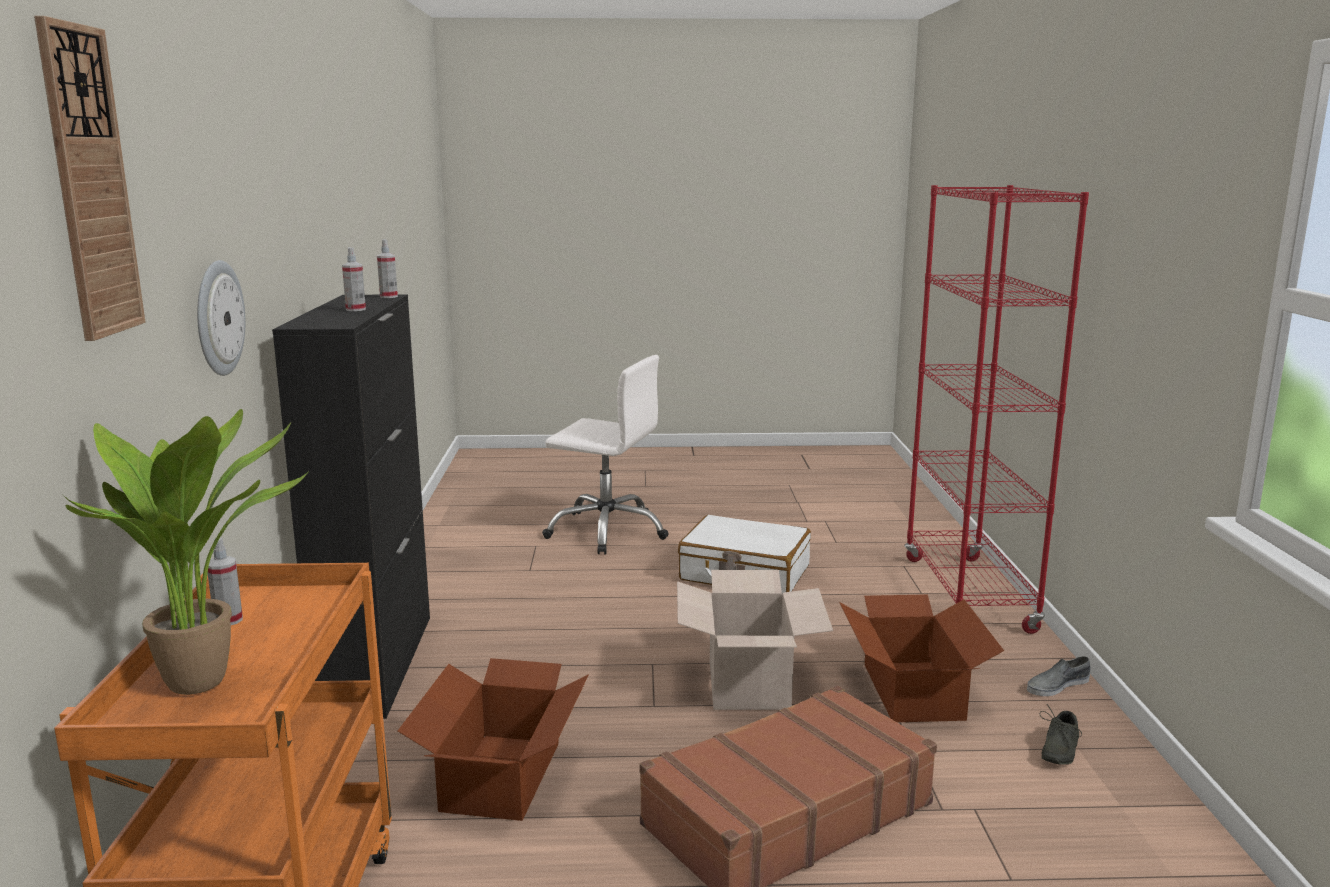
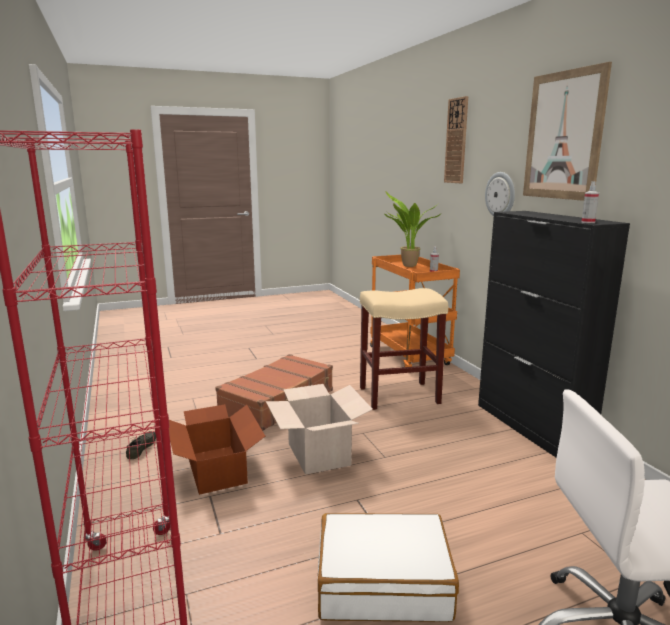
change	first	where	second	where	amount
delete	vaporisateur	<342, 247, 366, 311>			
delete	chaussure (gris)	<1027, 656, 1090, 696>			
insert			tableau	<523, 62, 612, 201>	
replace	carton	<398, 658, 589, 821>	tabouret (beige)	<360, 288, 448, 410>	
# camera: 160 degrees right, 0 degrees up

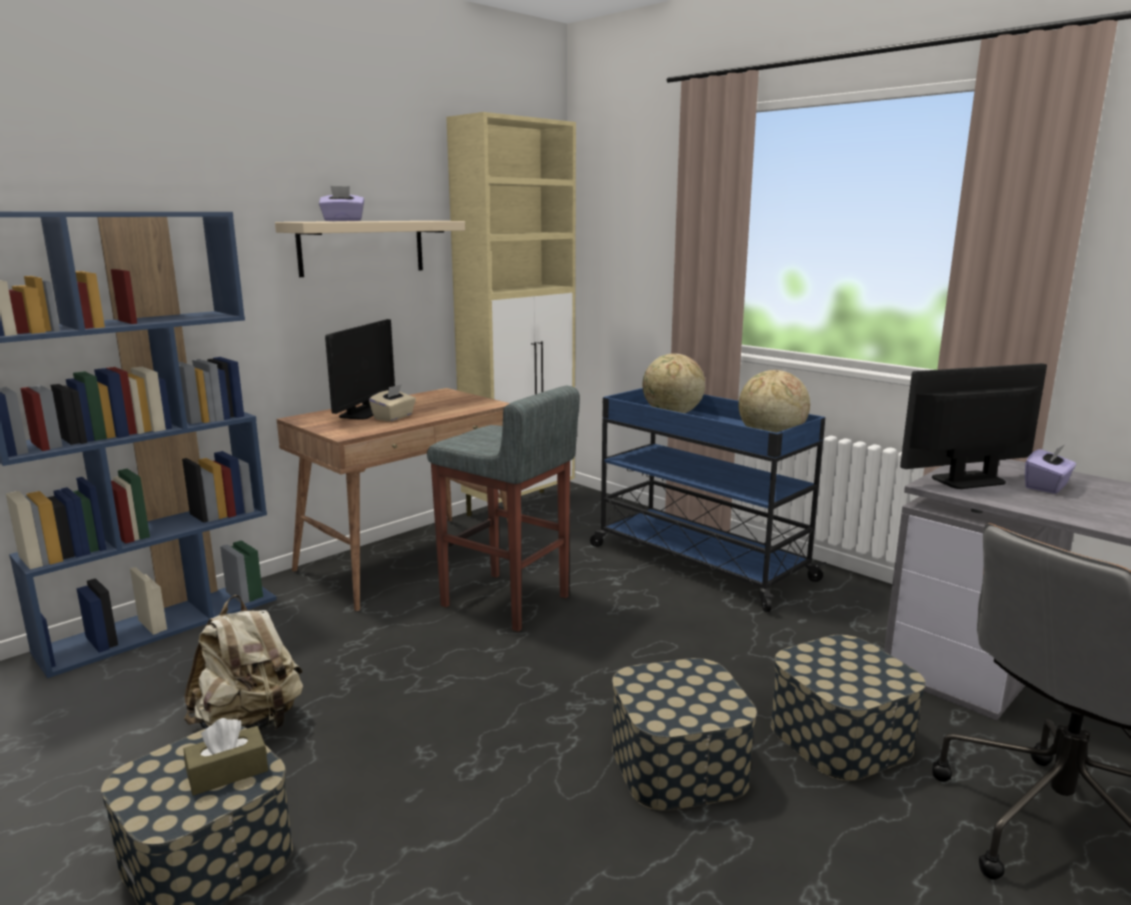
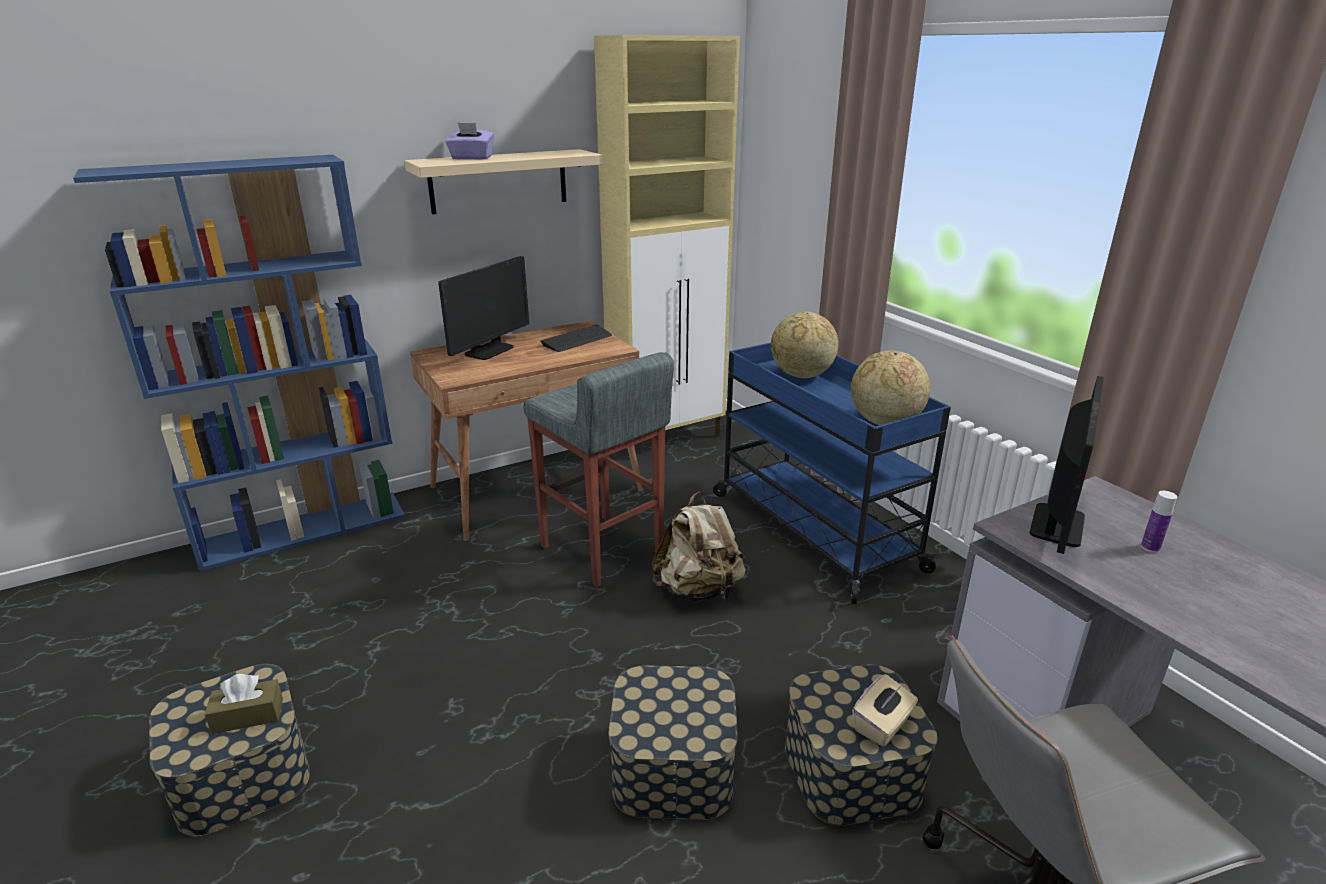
change	first	where	second	where	amount
insert			clavier	<541, 324, 612, 352>	
move	sac à dos (beige)	<184, 595, 303, 731>		<652, 492, 746, 601>	
move	boîte à mouchoirs (beige)	<369, 384, 416, 422>		<852, 674, 918, 747>	
replace	boîte à mouchoirs (violet)	<1025, 445, 1077, 494>	bouteille	<1141, 491, 1177, 553>	
rotate	écran d'ordinateur	<900, 363, 1047, 489>		<1030, 376, 1104, 554>	120 degrees clockwise
# camera: 15 degrees right, 10 degrees up

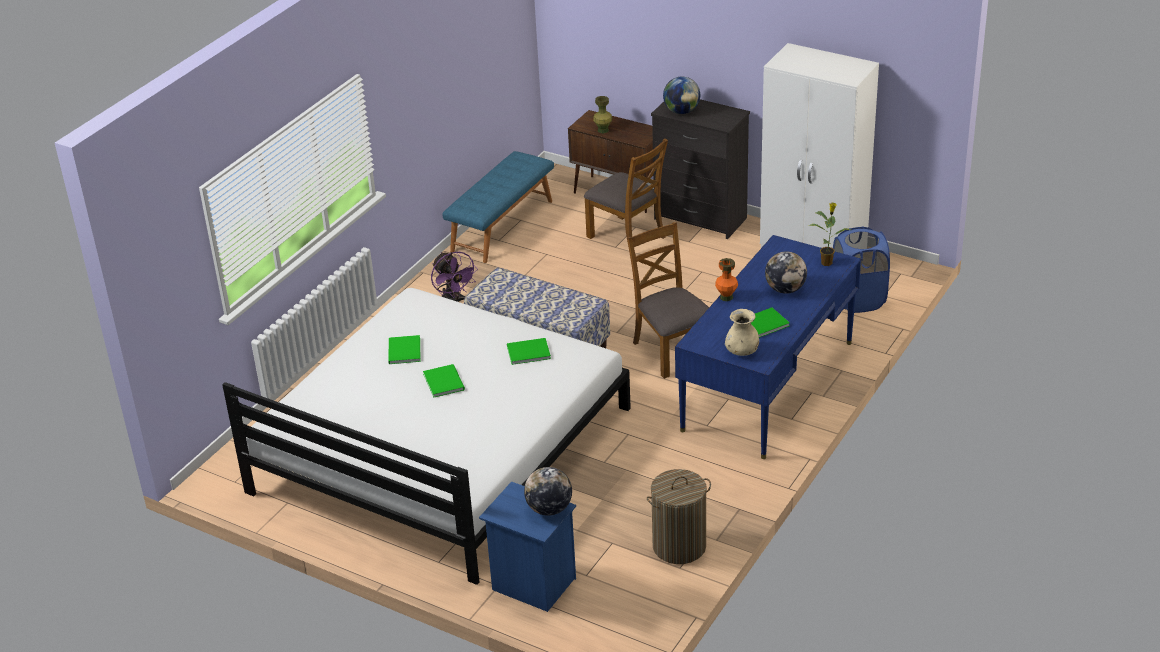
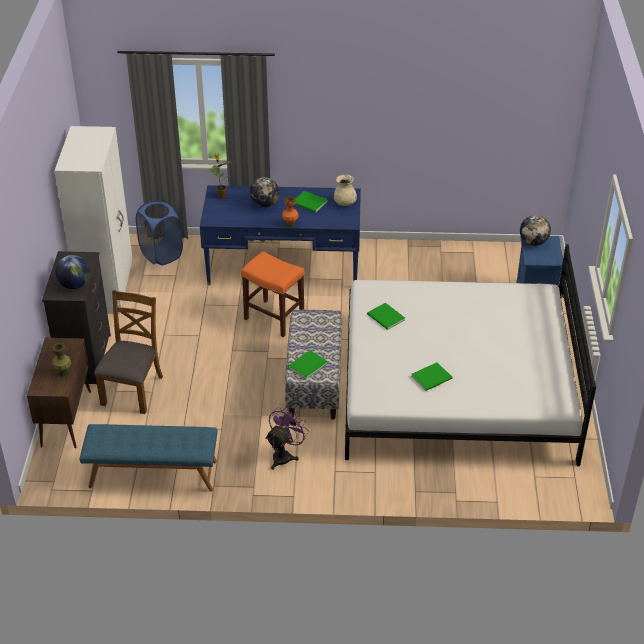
change	first	where	second	where	amount
delete	panier à linge	<647, 469, 711, 564>			
move	livre (vert)	<423, 364, 465, 398>		<288, 350, 328, 379>	
replace	chaise (marron)	<627, 222, 709, 379>	tabouret (orange)	<241, 251, 305, 337>	
# camera: 120 degrees left, 5 degrees up

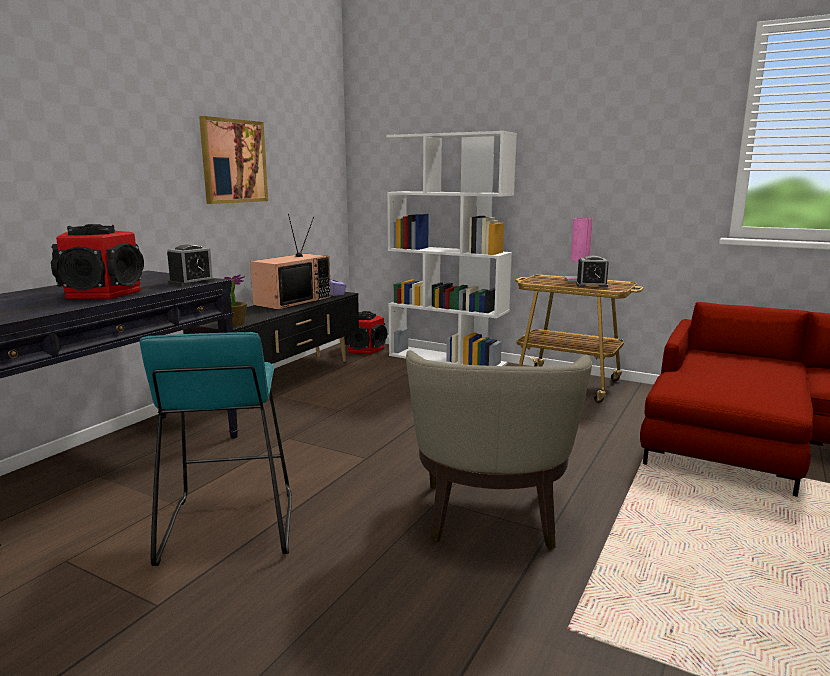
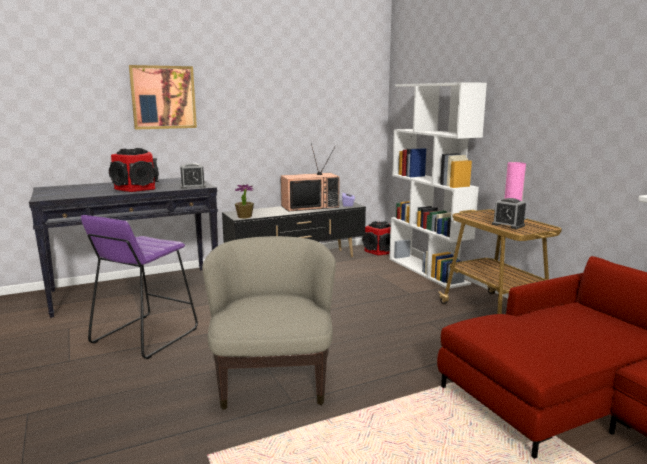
change	first	where	second	where	amount
move	tableau	<199, 116, 268, 204>		<129, 65, 197, 130>	
recolor	tabouret (turquoise)	<140, 332, 292, 566>	tabouret (violet)	<81, 215, 198, 359>	
rotate	fauteuil (beige)	<406, 350, 592, 550>		<202, 236, 336, 410>	135 degrees clockwise
# camera: 35 degrees right, 0 degrees up

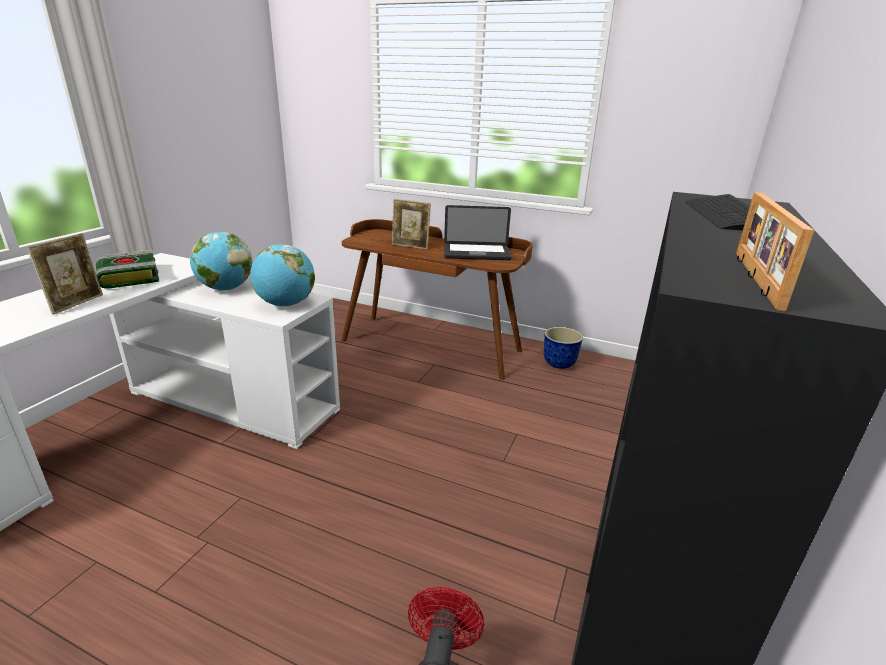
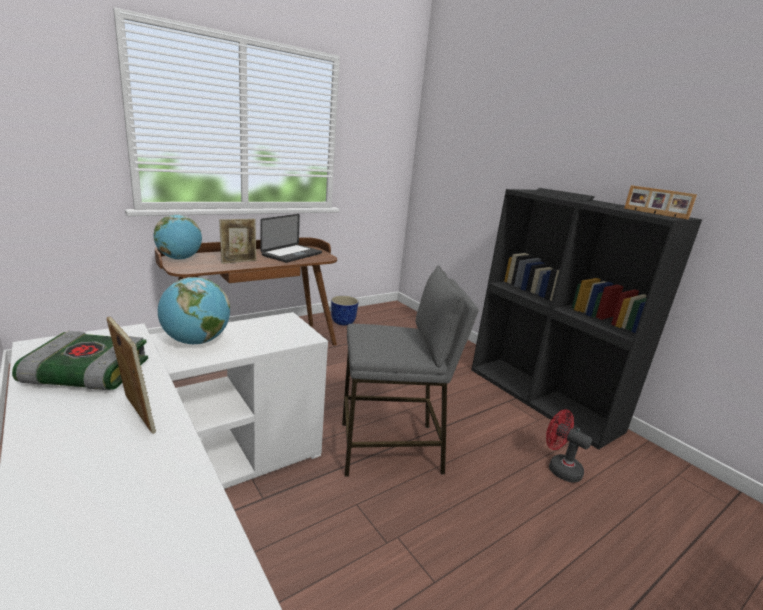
change	first	where	second	where	amount
insert			tabouret (gris)	<342, 266, 478, 477>	
move	globe	<250, 244, 315, 306>		<154, 215, 202, 260>	
# camera: 60 degrees left, 5 degrees down

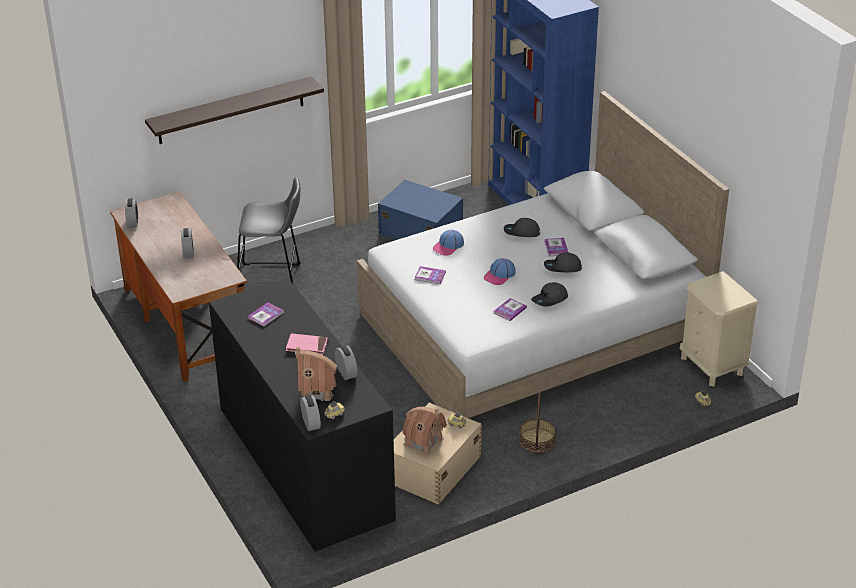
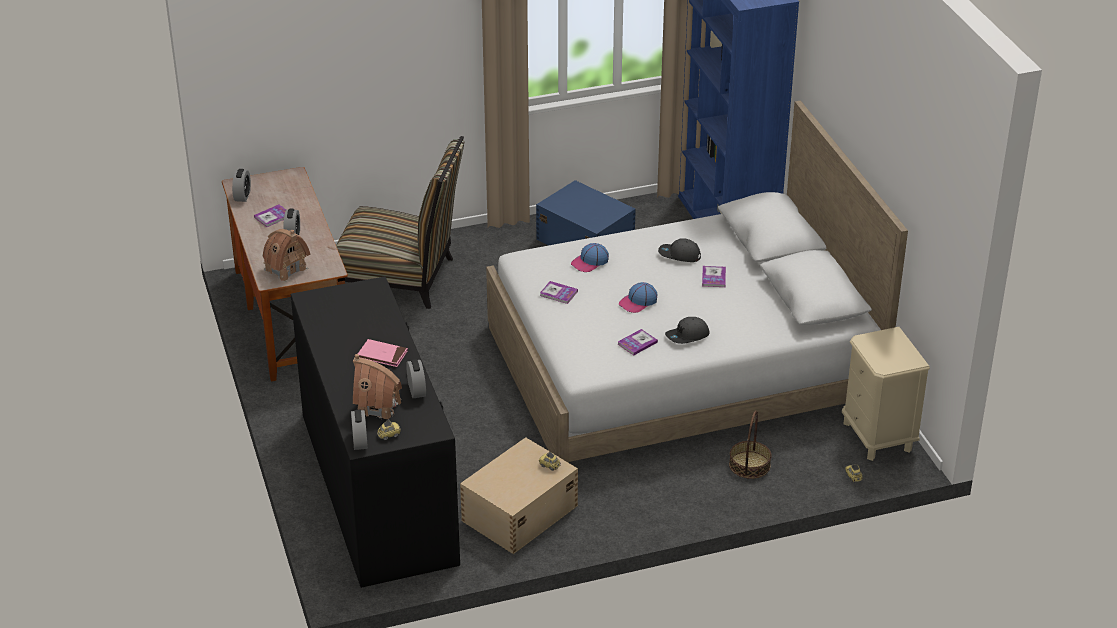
change	first	where	second	where	amount
delete	étagère	<145, 76, 324, 144>			
delete	casquette (gris)	<544, 252, 582, 273>			
move	livre	<248, 302, 284, 327>		<254, 205, 286, 227>	
move	maison miniature	<402, 407, 447, 455>		<263, 229, 310, 282>	
move	panier	<519, 392, 556, 453>		<729, 410, 772, 479>	
replace	tabouret (gris)	<237, 177, 301, 284>	chaise	<336, 136, 464, 309>	
# camera: 10 degrees right, 0 degrees up

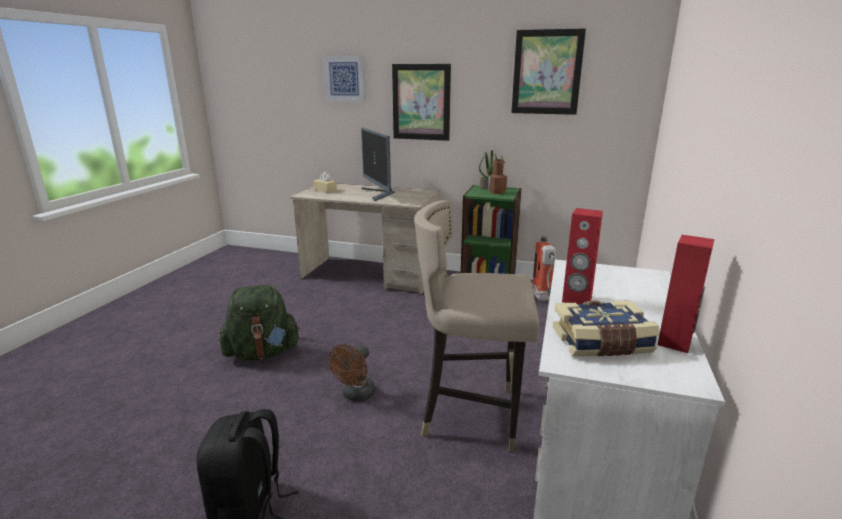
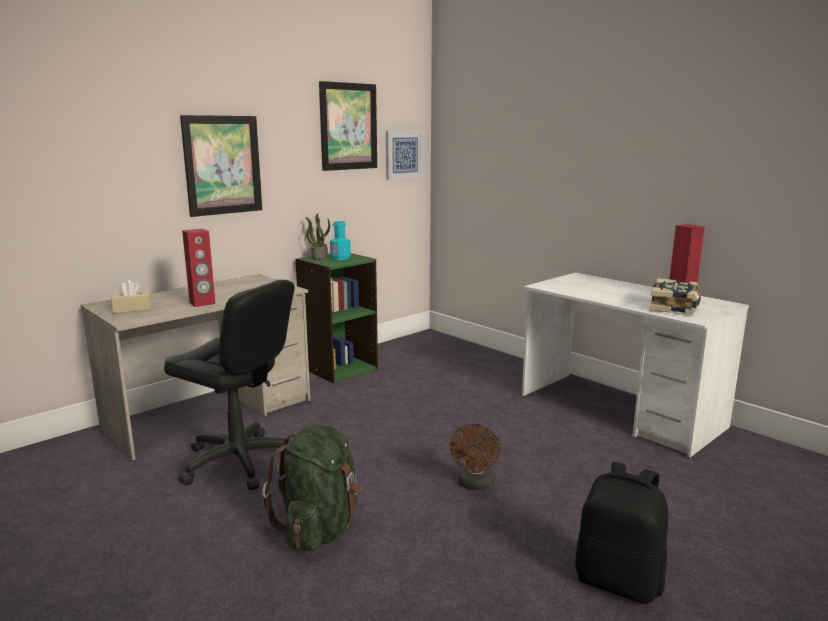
change	first	where	second	where	amount
delete	écran d'ordinateur	<361, 128, 395, 201>			
delete	tabouret (beige)	<414, 200, 540, 452>			
delete	extincteur	<532, 235, 556, 301>			
insert			chaise de bureau (noir)	<164, 280, 295, 490>	
move	tableau	<323, 55, 365, 101>		<386, 131, 423, 180>	
move	enceinte (rouge)	<562, 208, 603, 304>		<182, 229, 215, 307>	
recolor	bouteille (marron)	<488, 159, 507, 194>	bouteille (turquoise)	<330, 221, 351, 260>	
rotate	ventilateur (marron)	<328, 344, 375, 402>		<450, 424, 500, 491>	45 degrees clockwise
# camera: 60 degrees left, 5 degrees down

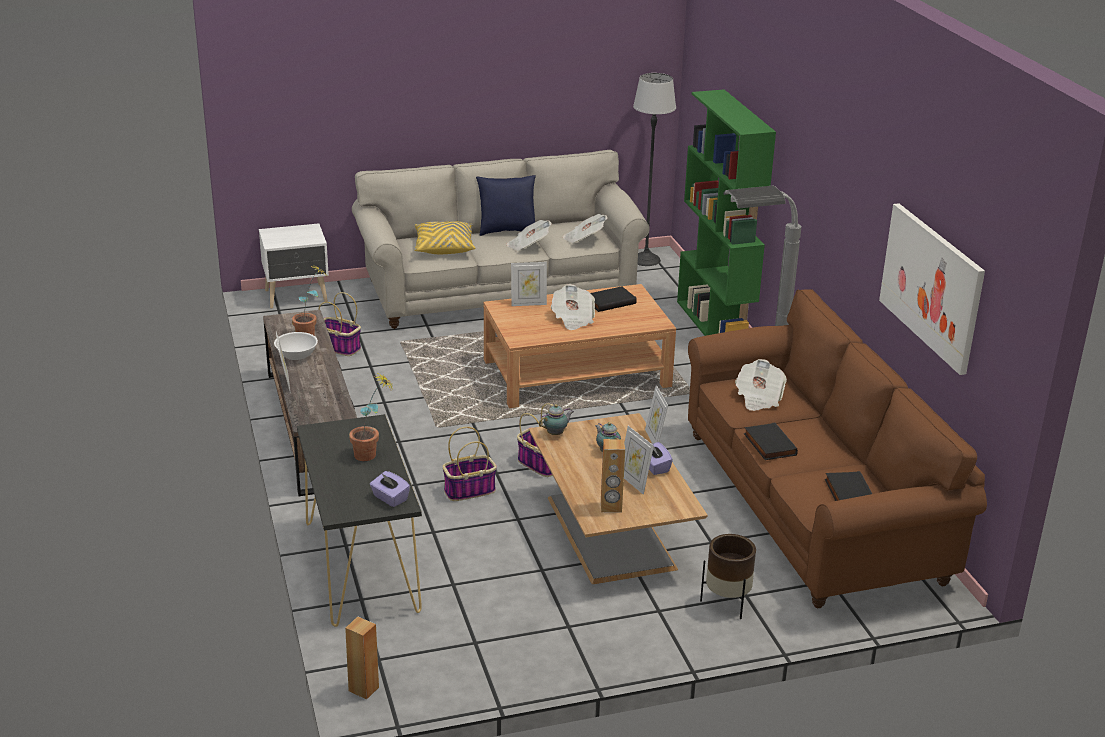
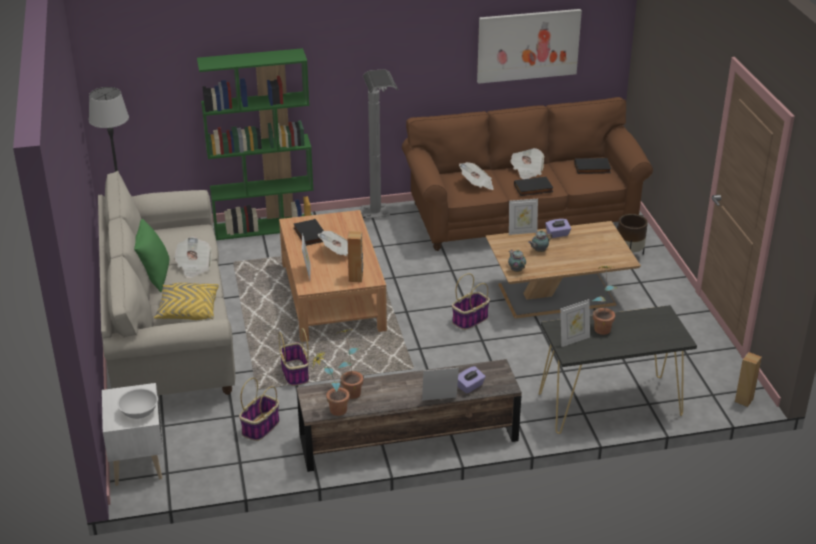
change	first	where	second	where	amount
insert			plante en pot	<311, 351, 350, 416>	
move	bol (blanc)	<274, 332, 318, 360>		<117, 388, 158, 419>	
move	boîte à mouchoirs (violet)	<370, 471, 410, 507>		<457, 366, 486, 394>	
move	panier	<443, 427, 497, 501>		<278, 328, 309, 386>	
move	journal	<563, 214, 608, 244>		<510, 148, 544, 179>	
move	enceinte (marron)	<601, 439, 625, 513>		<347, 231, 363, 282>	
move	cadre photo	<624, 426, 654, 494>		<560, 299, 590, 347>	
recolor	coussin (bleu)	<476, 175, 536, 236>	coussin (vert)	<134, 219, 169, 292>	
# camera: 85 degrees left, 5 degrees up

